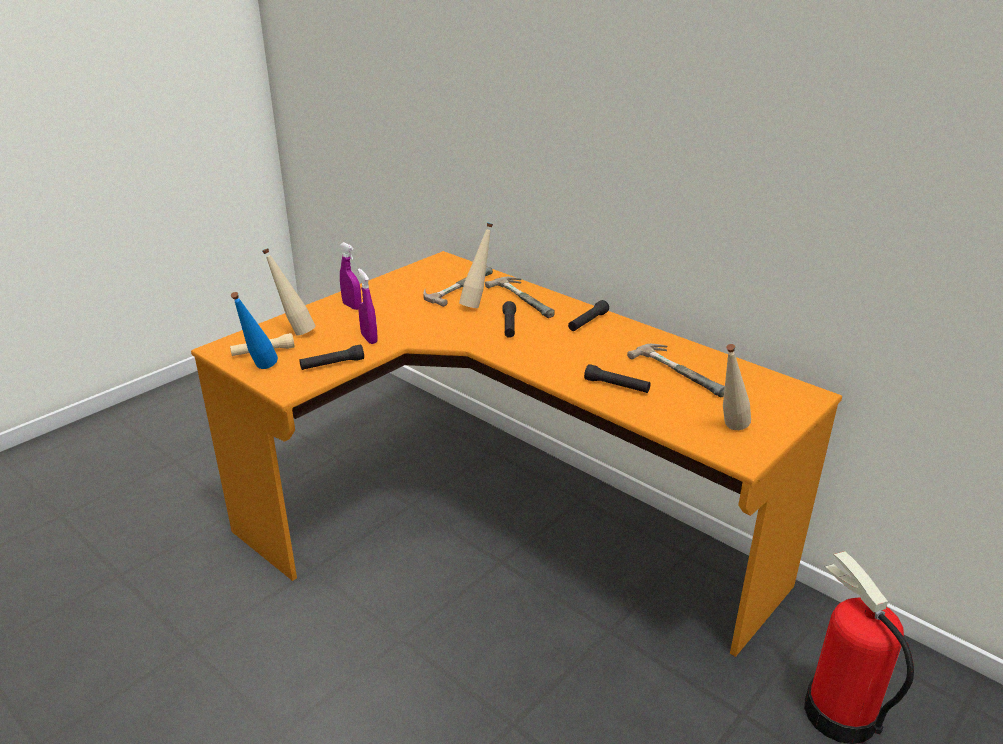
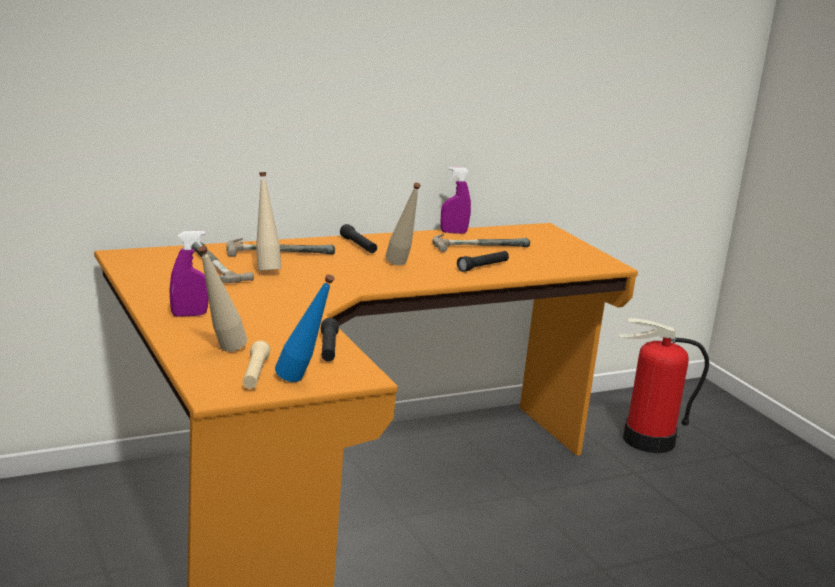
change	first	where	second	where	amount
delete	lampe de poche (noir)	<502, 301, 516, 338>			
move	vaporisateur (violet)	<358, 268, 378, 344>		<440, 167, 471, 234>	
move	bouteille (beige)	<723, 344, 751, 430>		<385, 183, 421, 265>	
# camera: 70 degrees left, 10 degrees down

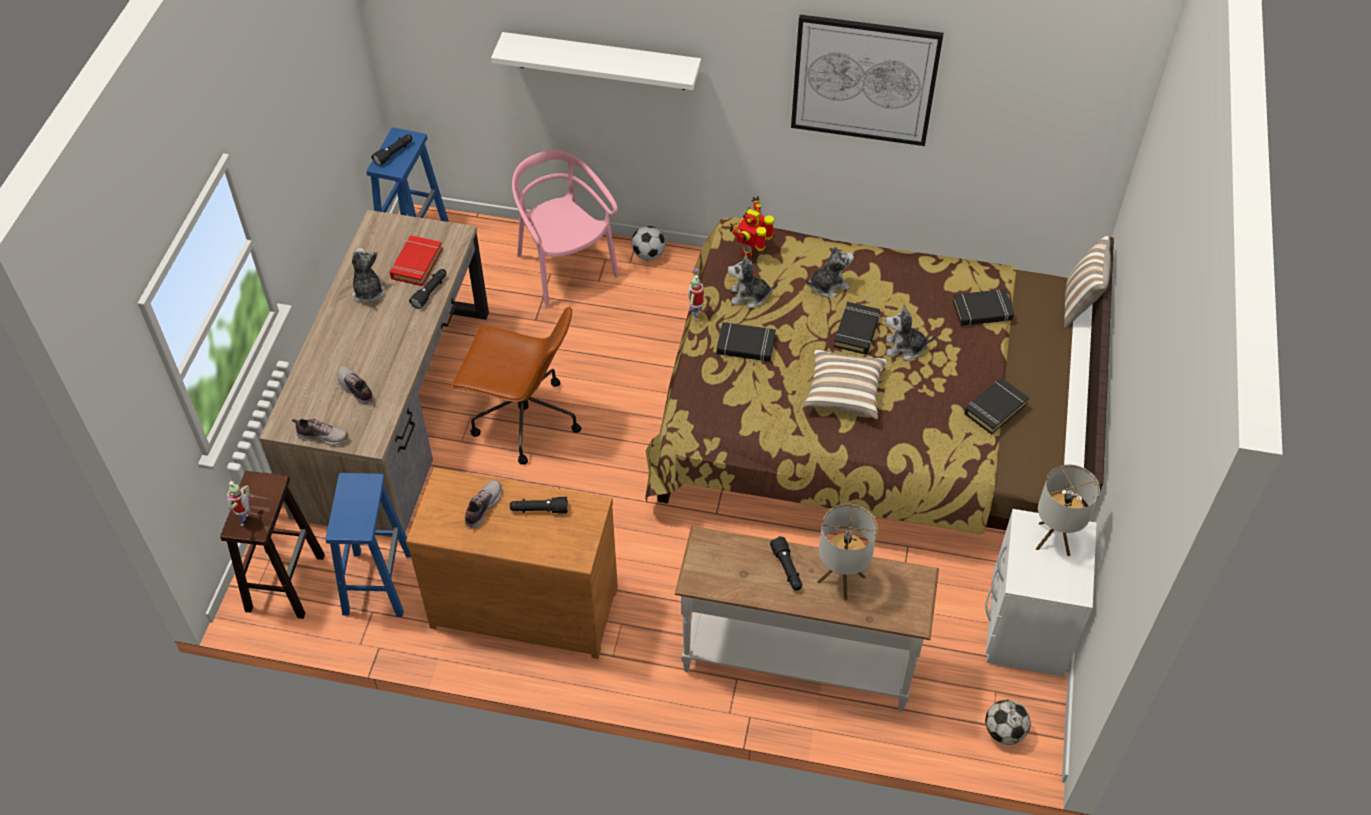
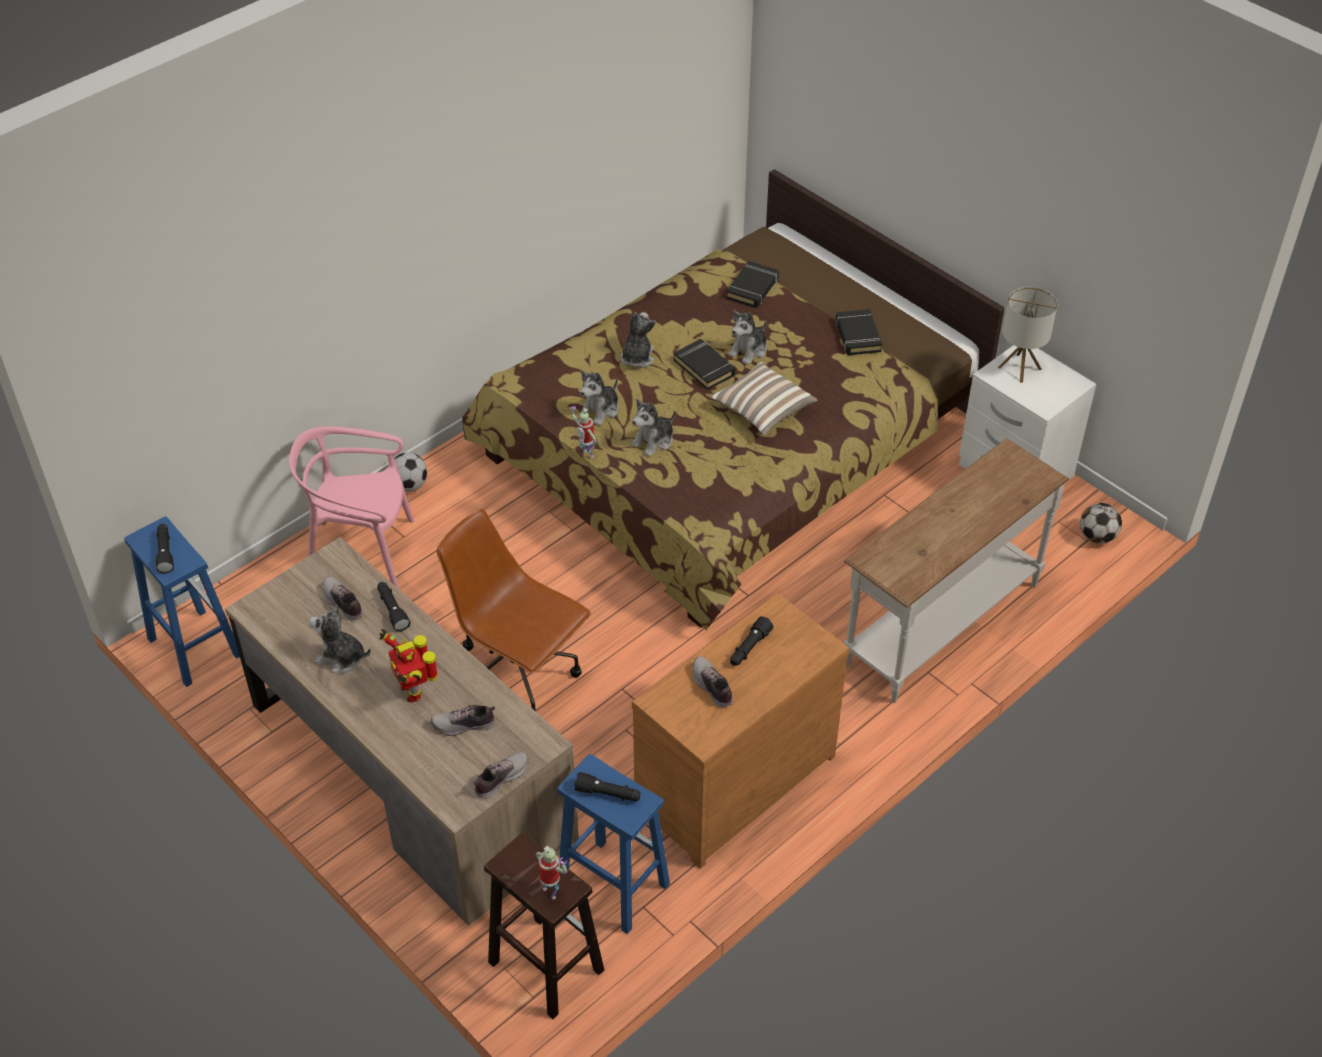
change	first	where	second	where	amount
delete	étagère (blanc)	<491, 32, 701, 90>			
delete	tableau	<791, 14, 944, 146>			
delete	lampe de table	<817, 504, 877, 601>			
delete	coussin	<1064, 235, 1111, 328>			
move	robot jouet	<729, 196, 774, 258>		<379, 629, 438, 702>	
move	lampe de poche (noir)	<770, 536, 802, 591>		<574, 772, 641, 802>	
replace	livre (rouge)	<390, 235, 443, 286>	chaussure	<323, 577, 363, 621>	
replace	livre (noir)	<717, 322, 776, 362>	peluche	<631, 399, 675, 457>	
rotate	chaise de bureau (marron)	<451, 306, 582, 465>		<437, 509, 591, 711>	105 degrees counterclockwise
# camera: 55 degrees left, 5 degrees down

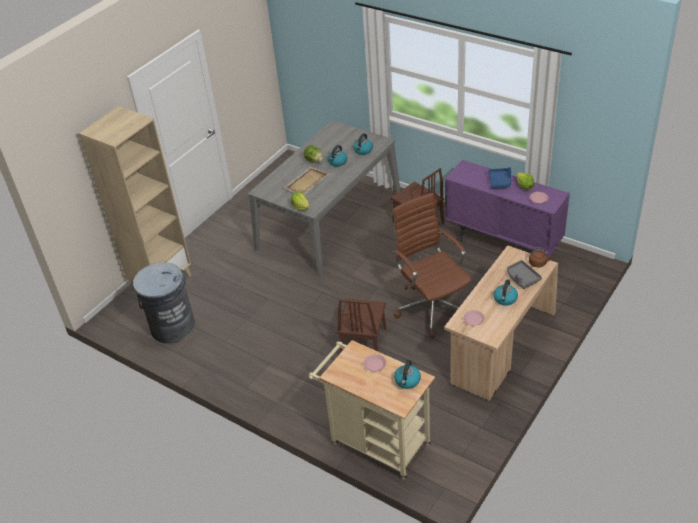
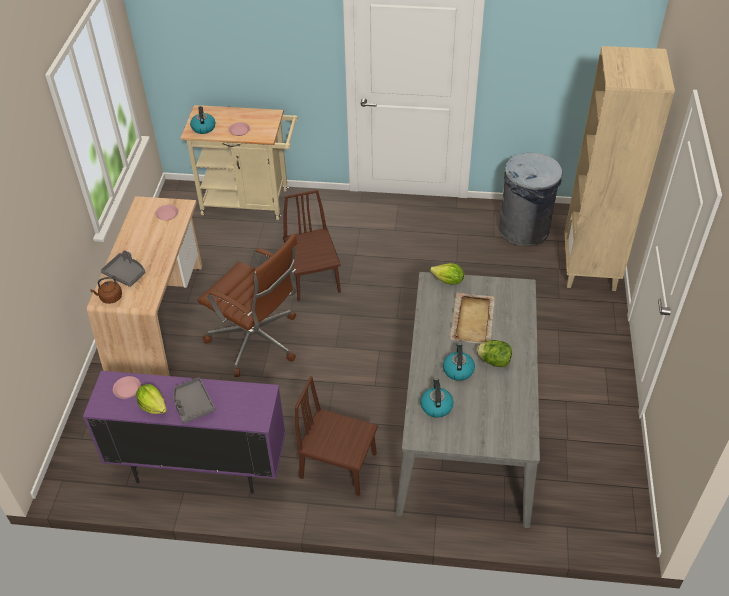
change	first	where	second	where	amount
delete	bouilloire	<494, 279, 518, 306>			
recolor	plateau (bleu)	<488, 167, 512, 189>	plateau (gris)	<173, 377, 215, 424>	
# camera: 150 degrees right, 5 degrees up

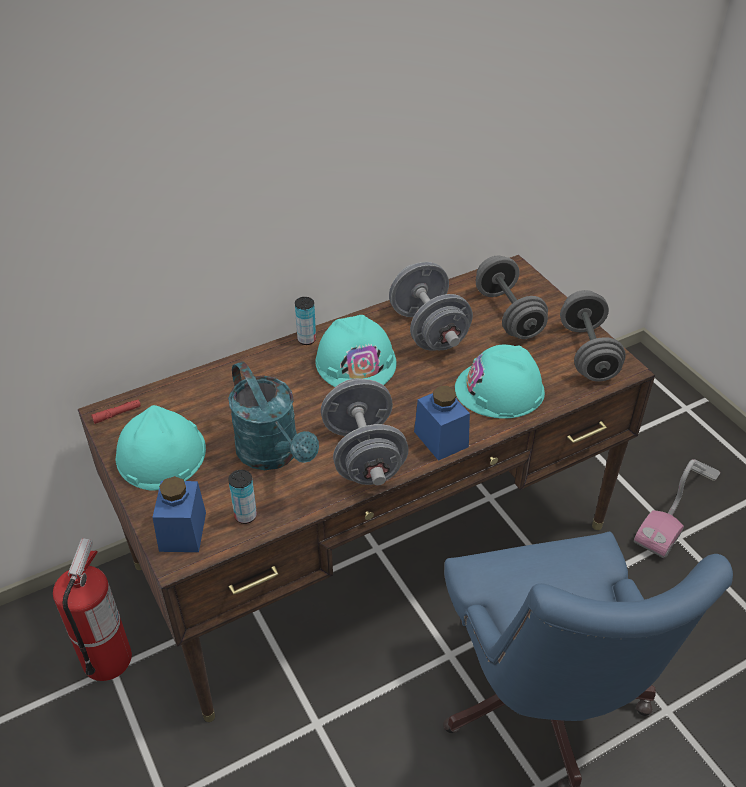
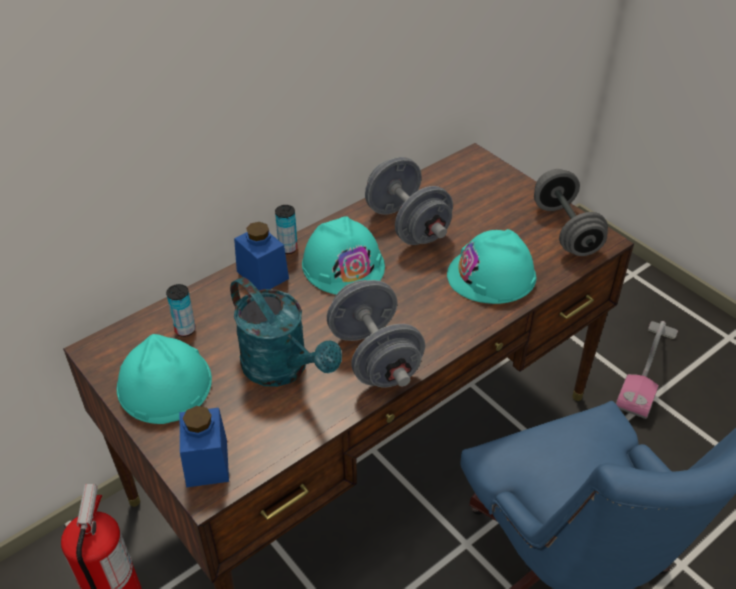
change	first	where	second	where	amount
delete	lampe de poche (rouge)	<91, 399, 141, 424>			
delete	haltère (gris)	<476, 255, 548, 339>			
move	boîte métallique	<228, 470, 257, 524>		<166, 284, 196, 337>	
move	bocal (bleu)	<414, 386, 470, 461>		<234, 222, 289, 290>	
# camera: 10 degrees left, 0 degrees up

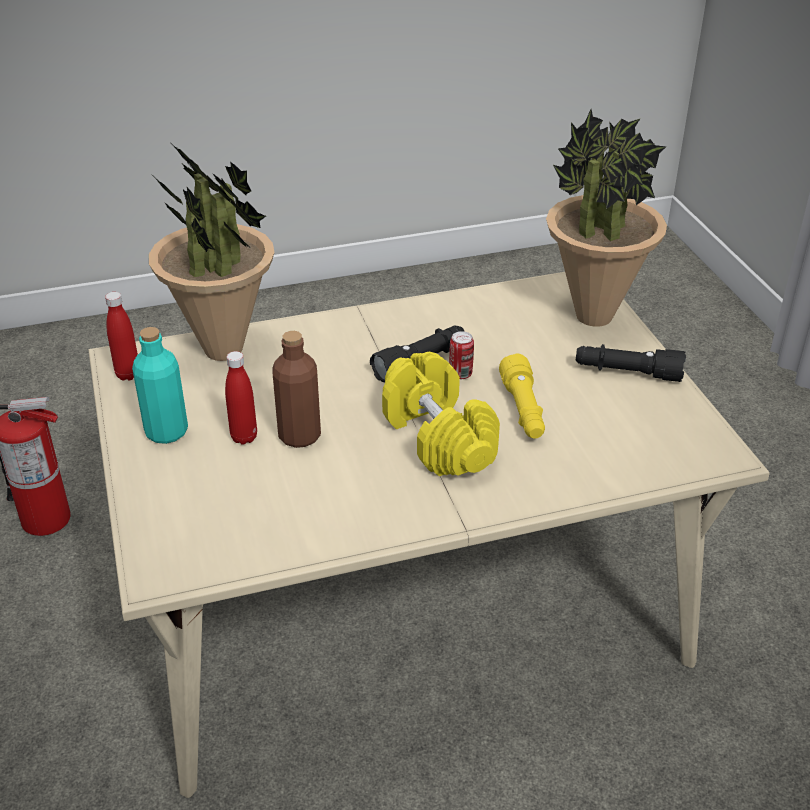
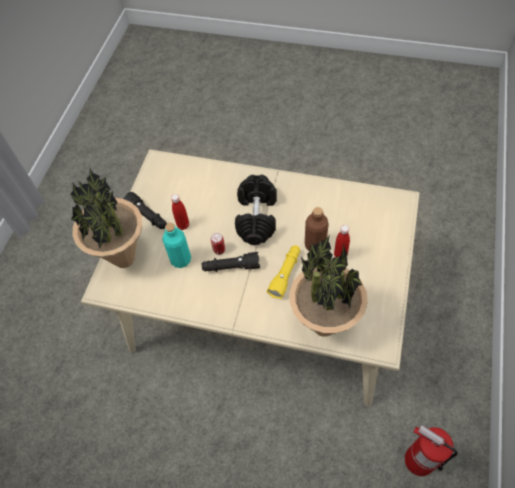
change	first	where	second	where	amount
move	bouteille (rouge)	<105, 292, 138, 381>		<171, 194, 189, 230>	
move	bouteille (turquoise)	<132, 327, 188, 444>		<162, 223, 191, 268>	
move	lampe de poche (jaune)	<499, 353, 545, 439>		<267, 245, 300, 299>	
recolor	haltère (jaune)	<382, 352, 500, 476>	haltère (noir)	<235, 175, 277, 245>	
# camera: 145 degrees left, 20 degrees up

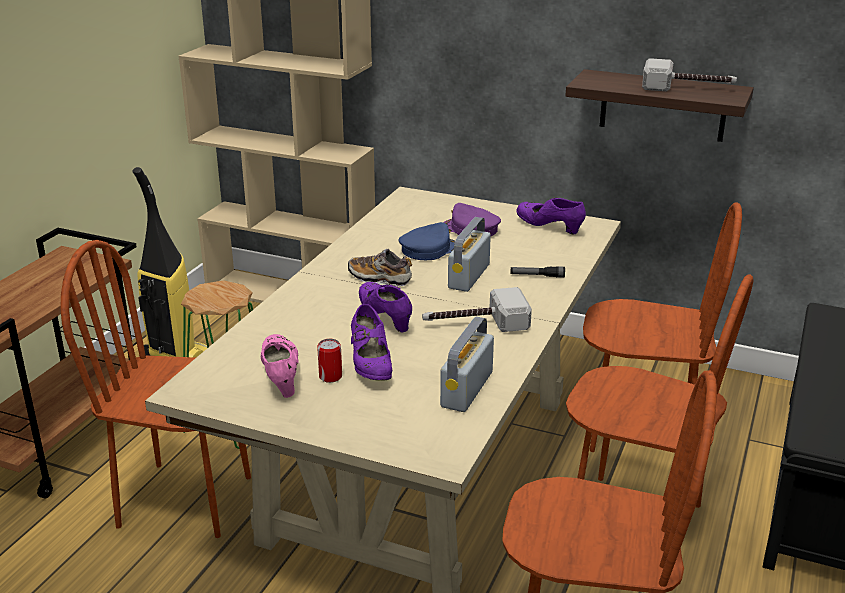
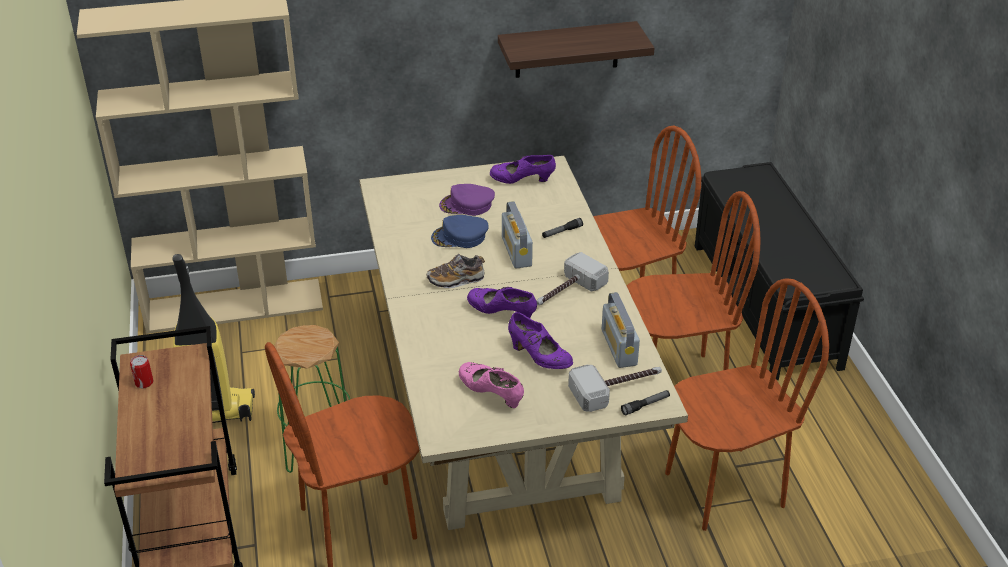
change	first	where	second	where	amount
insert			lampe de poche	<621, 390, 670, 416>	
move	boîte métallique	<317, 339, 342, 383>		<130, 355, 153, 388>	
move	marteau	<642, 58, 737, 91>		<568, 365, 662, 412>	
rotate	casquette (bleu)	<399, 222, 455, 260>		<431, 215, 489, 248>	120 degrees counterclockwise
# camera: 35 degrees left, 10 degrees up

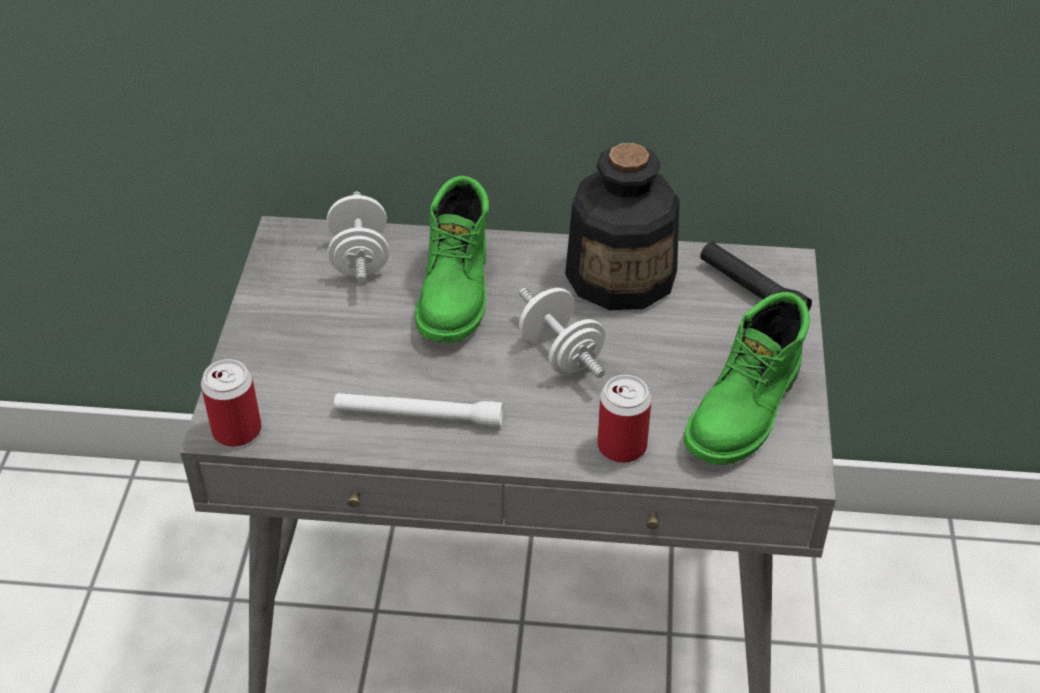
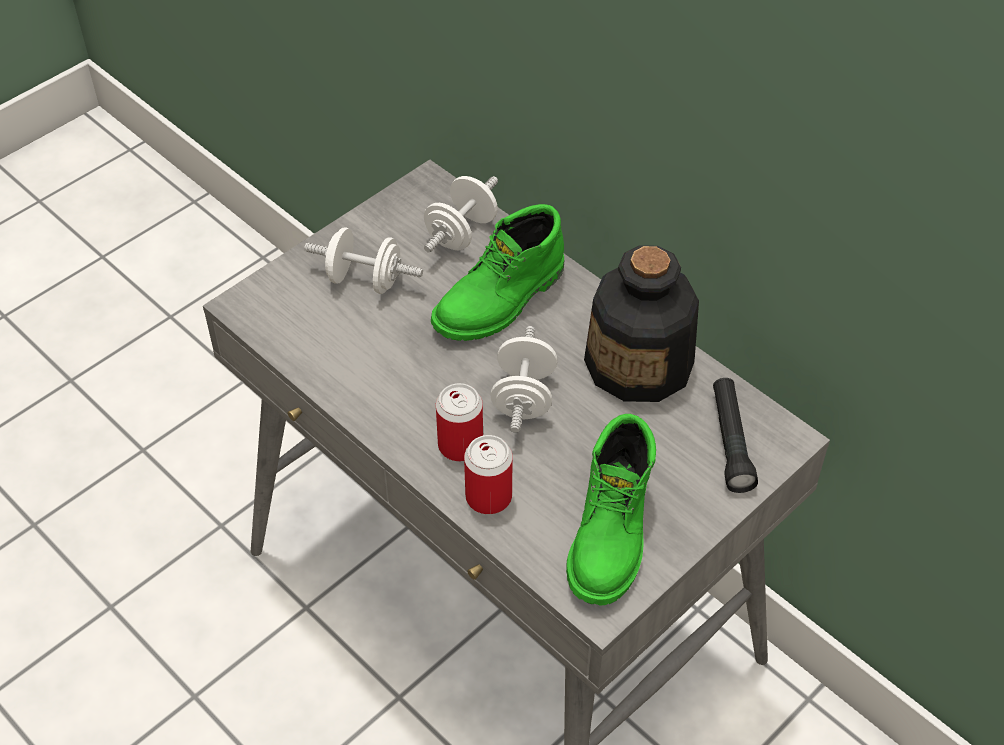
change	first	where	second	where	amount
delete	lampe de poche (blanc)	<334, 393, 503, 428>			
insert			haltère (blanc)	<304, 228, 423, 294>	
move	boîte métallique	<201, 359, 261, 447>		<436, 383, 483, 461>	
rotate	botte (vert)	<684, 292, 810, 465>		<566, 414, 656, 606>	60 degrees counterclockwise
# camera: 40 degrees right, 5 degrees up

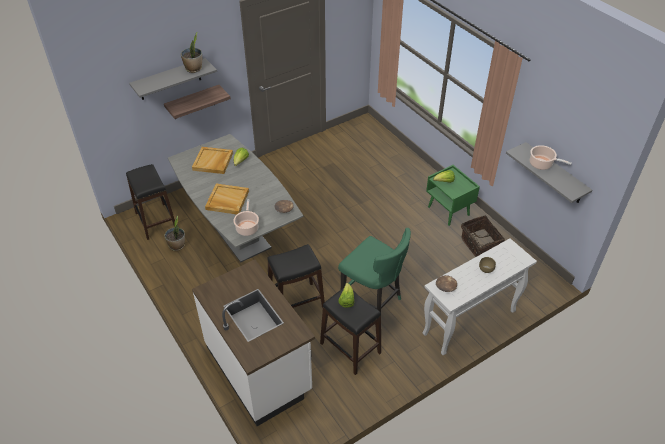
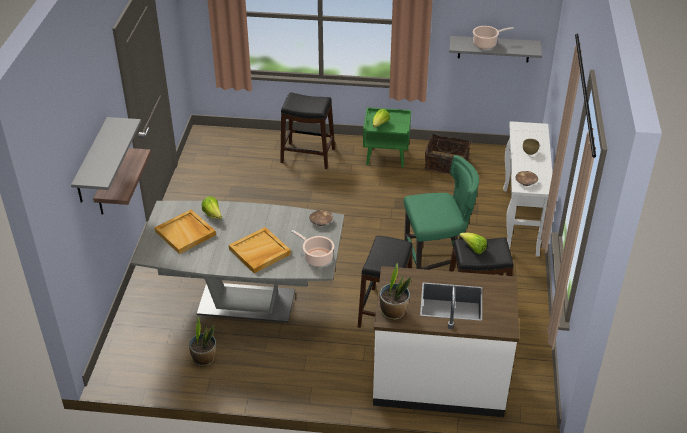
change	first	where	second	where	amount
move	tabouret (noir)	<126, 164, 175, 240>		<280, 92, 335, 169>	
move	plante en pot	<181, 33, 202, 73>		<380, 263, 411, 320>	
# camera: 50 degrees left, 5 degrees down

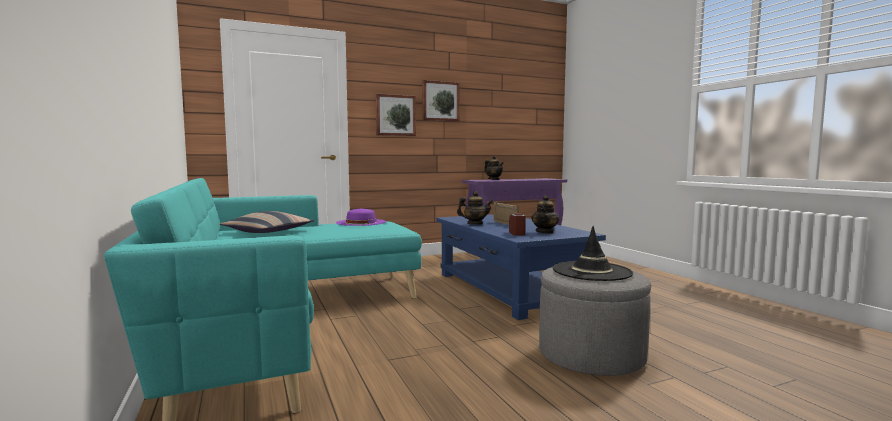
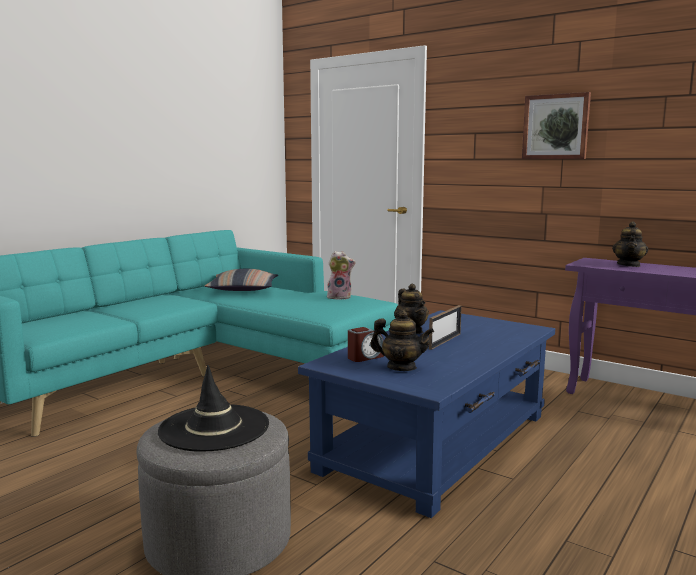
change	first	where	second	where	amount
delete	tableau	<376, 94, 416, 136>			
replace	chapeau (violet)	<336, 209, 386, 226>	peluche	<327, 251, 356, 300>	
rotate	théière	<531, 195, 560, 234>		<370, 310, 434, 371>	150 degrees counterclockwise
# camera: 60 degrees right, 5 degrees up

